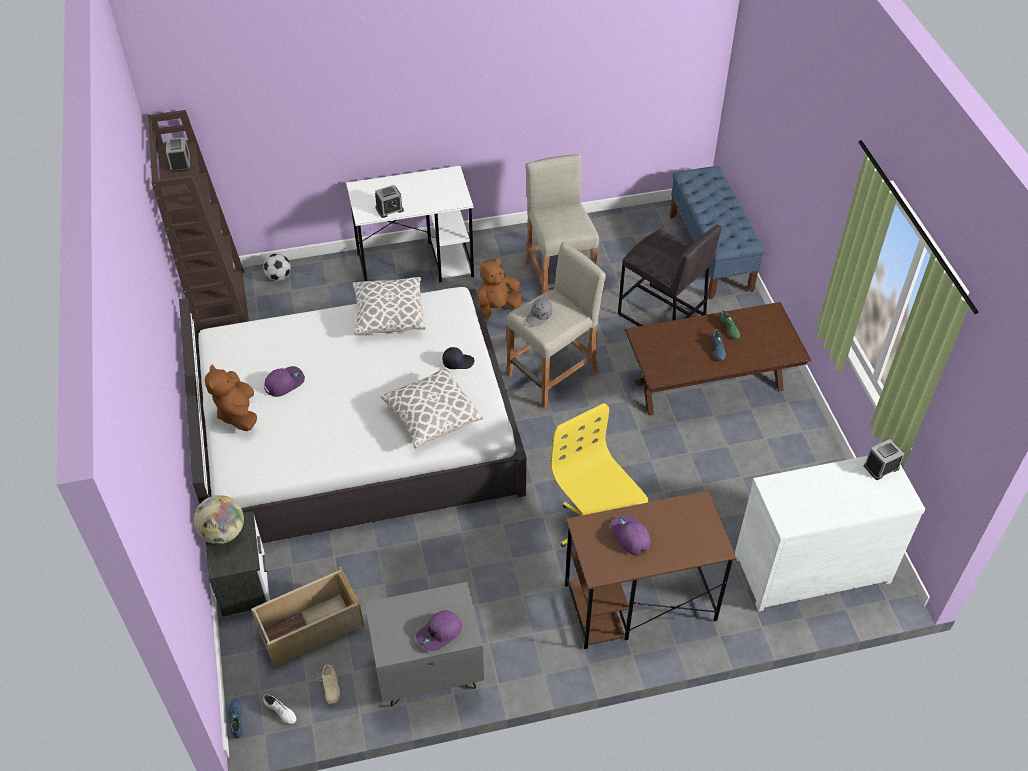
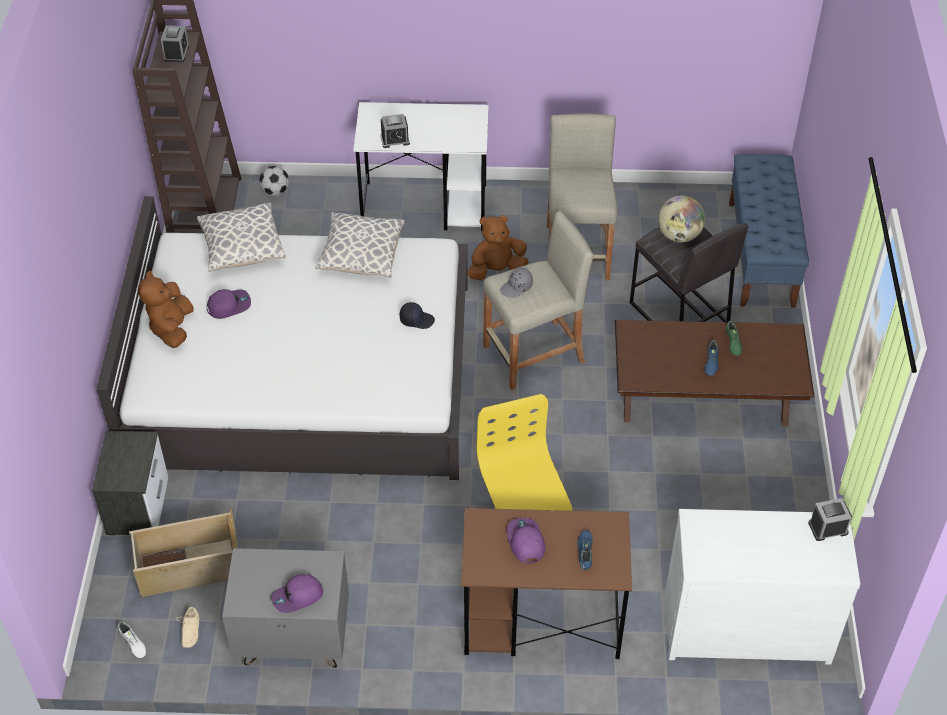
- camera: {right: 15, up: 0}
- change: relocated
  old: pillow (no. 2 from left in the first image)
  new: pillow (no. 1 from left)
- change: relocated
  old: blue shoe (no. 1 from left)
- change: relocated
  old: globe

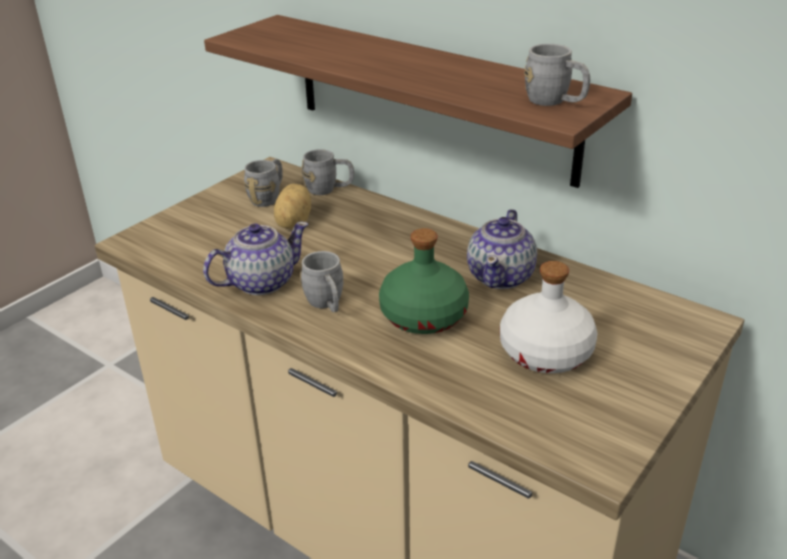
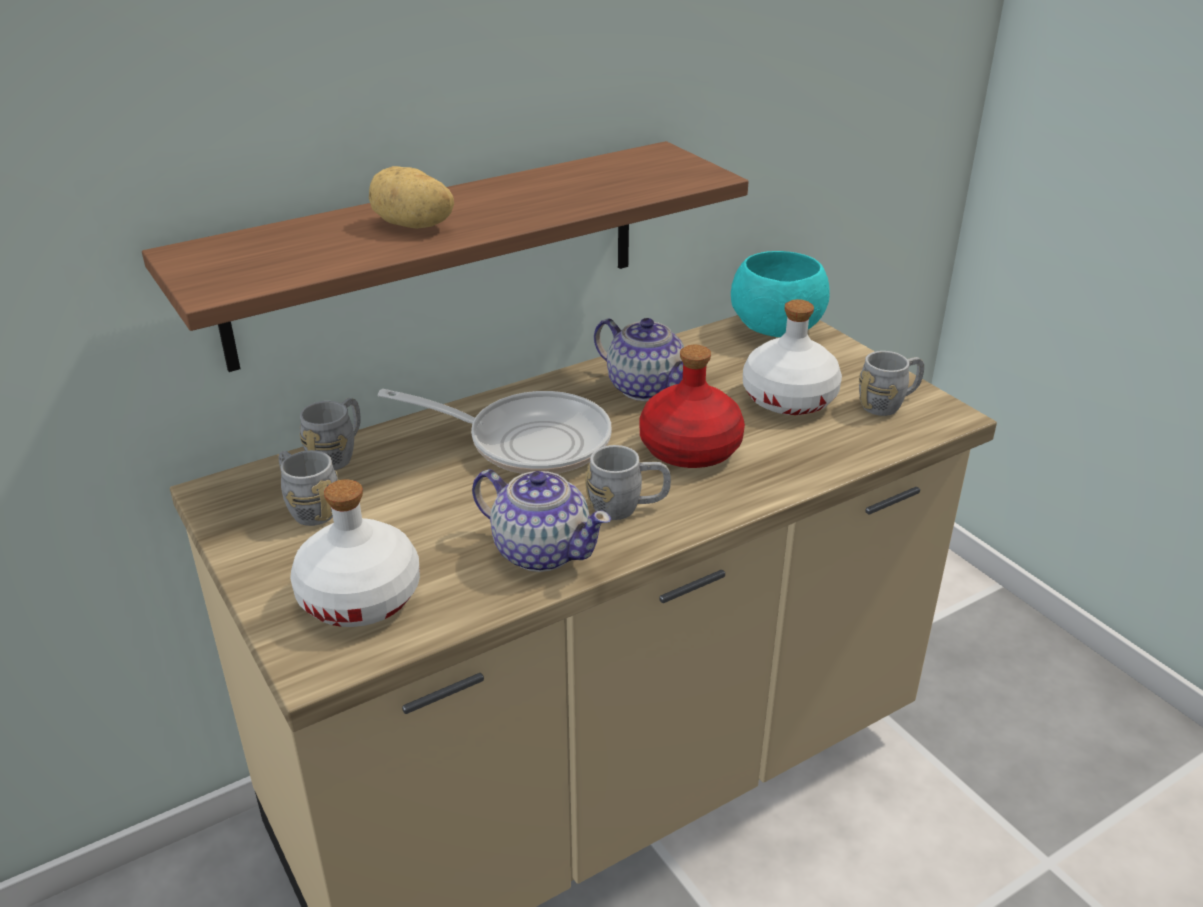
- camera: {right: -70, up: 0}
- change: appeared
  new: white bottle (no. 1 from left)
- change: relocated
  old: potato
- change: appeared
  new: frying pan
- change: spun
  old: teapot (no. 1 from left)
  degrees: 135
- change: colour
  old: green bottle
  new: red bottle
- change: appeared
  new: turquoise bowl
- change: relocated
  old: grey mug (no. 4 from left)

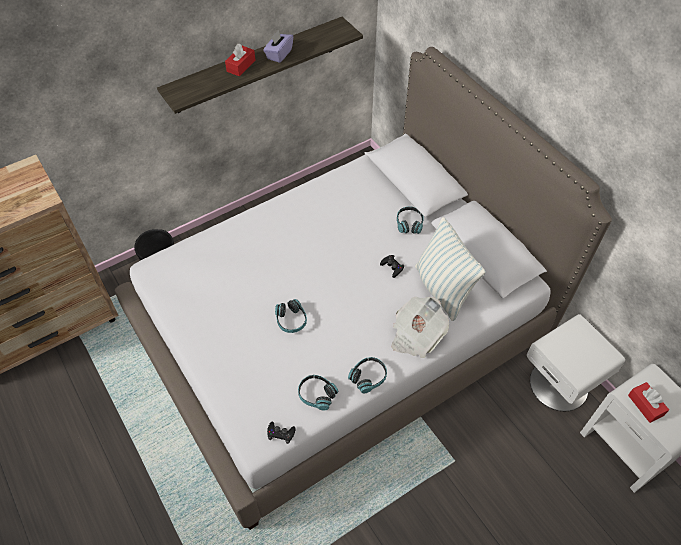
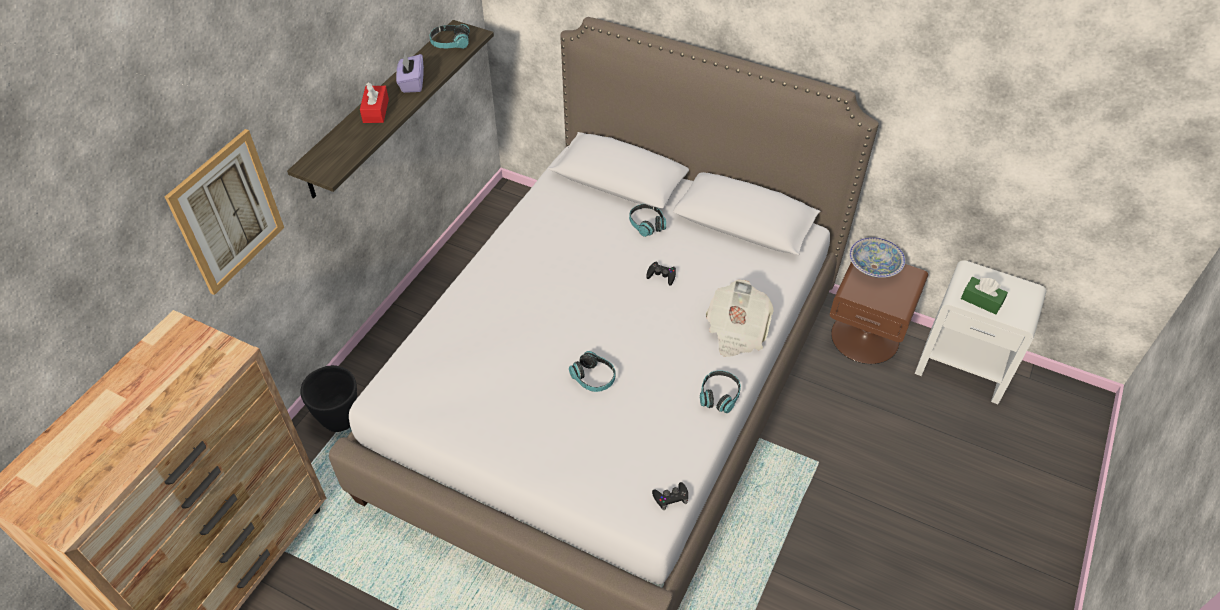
- camera: {right: -30, up: -5}
- change: appeared
  new: picture
- change: relocated
  old: headphones (no. 2 from left in the first image)
  new: headphones (no. 1 from left)
- change: colour
  old: white nightstand (no. 1 from left)
  new: brown nightstand
- change: appeared
  new: bowl
- change: colour
  old: red tissue box (no. 2 from left)
  new: green tissue box
- change: missing
  old: pillow

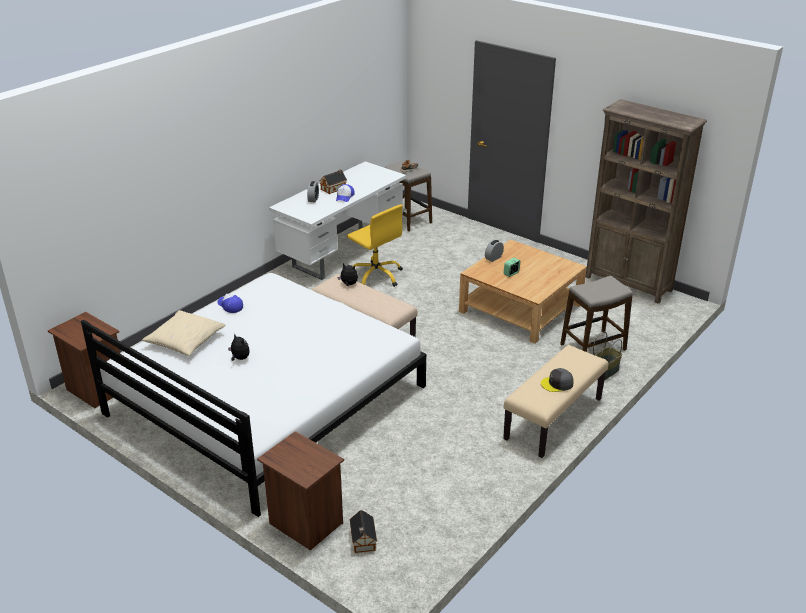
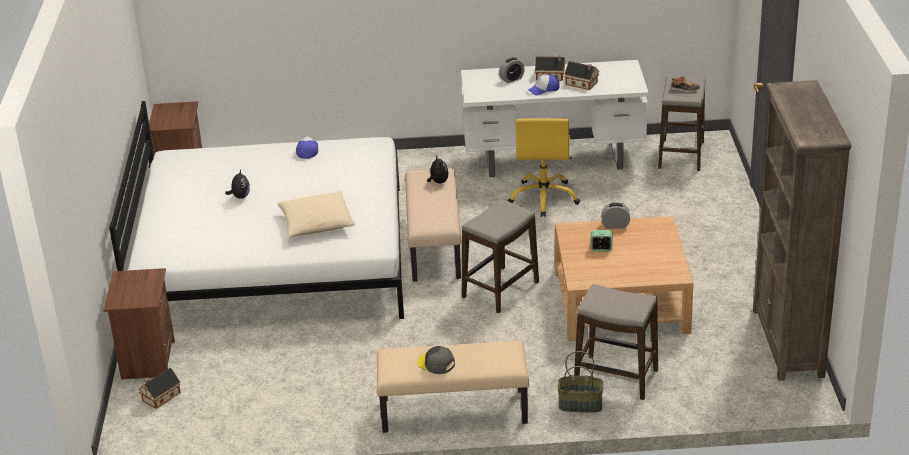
- camera: {right: 50, up: 0}
- change: relocated
  old: beige pillow
- change: appeared
  new: stool (no. 1 from left)
- change: appeared
  new: toy house (no. 3 from left)

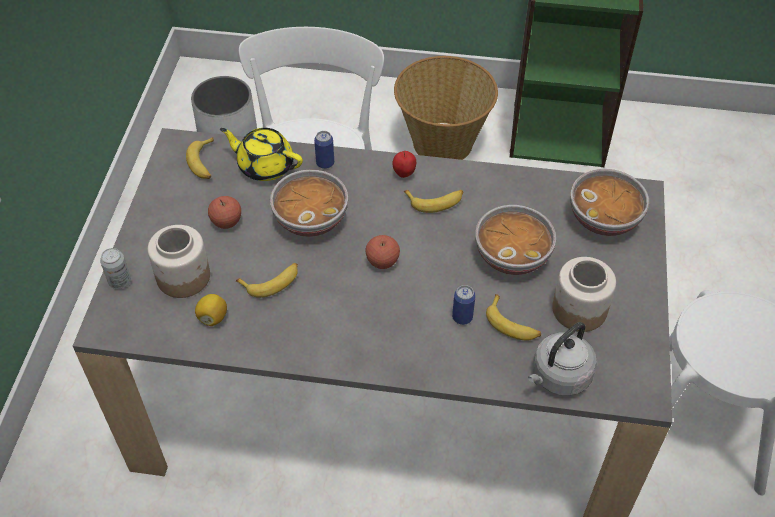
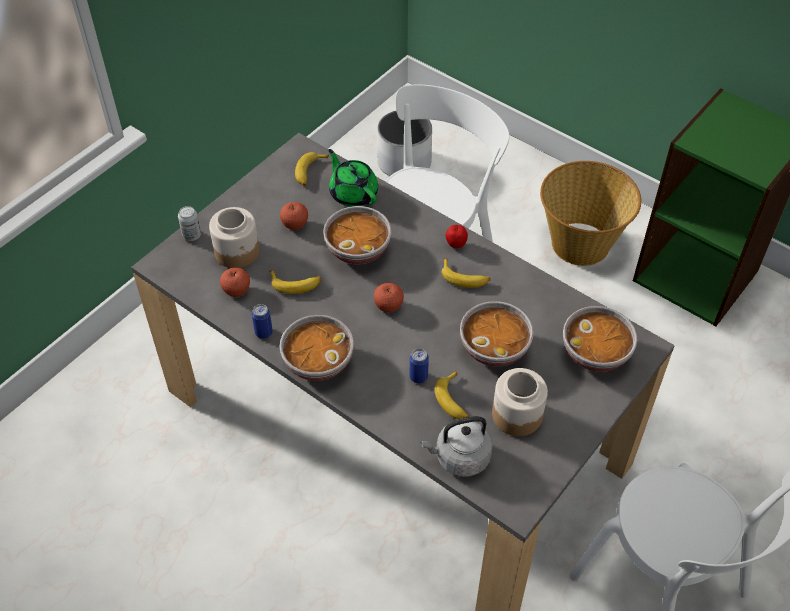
- camera: {right: 30, up: 0}
- change: exchanged
  old: lemon
  new: apple (no. 1 from left)
- change: relocated
  old: can (no. 2 from left)
- change: appeared
  new: bowl (no. 1 from left)
- change: colour
  old: yellow teapot
  new: green teapot

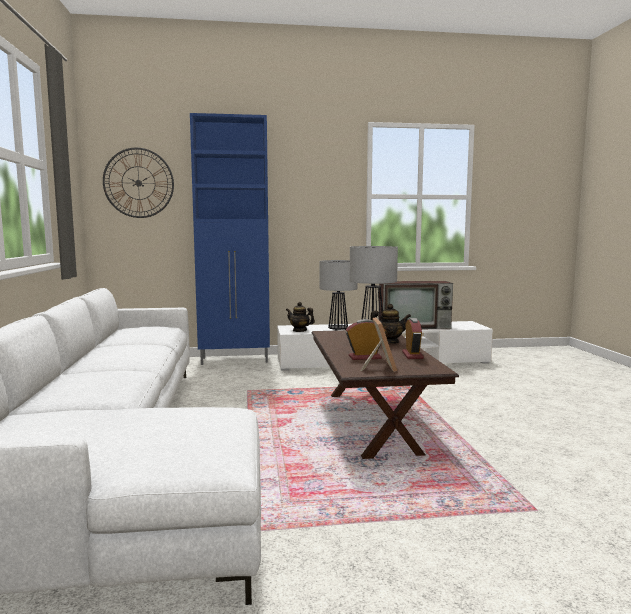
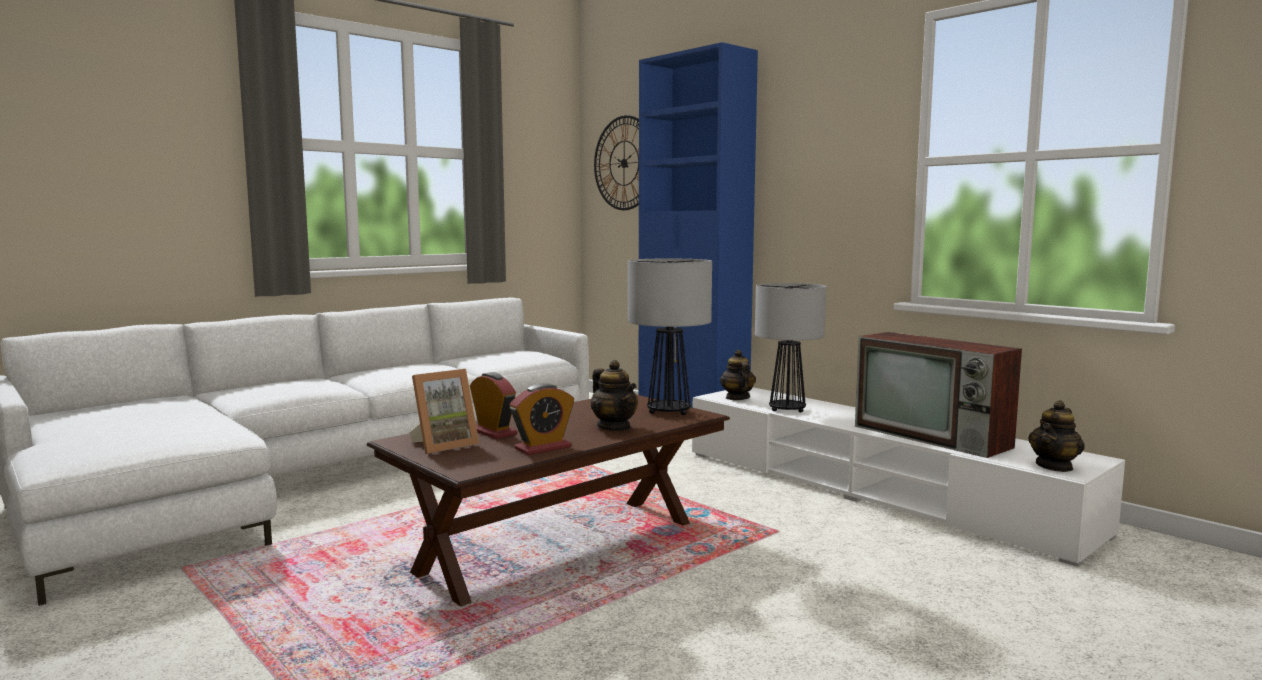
- camera: {right: 55, up: 0}
- change: appeared
  new: teapot (no. 3 from left)

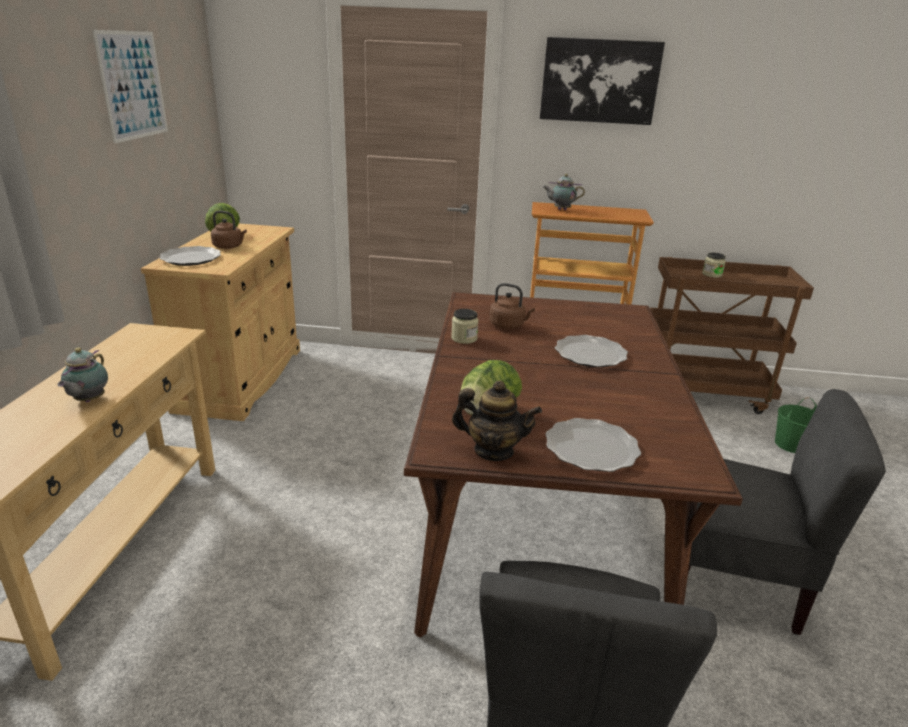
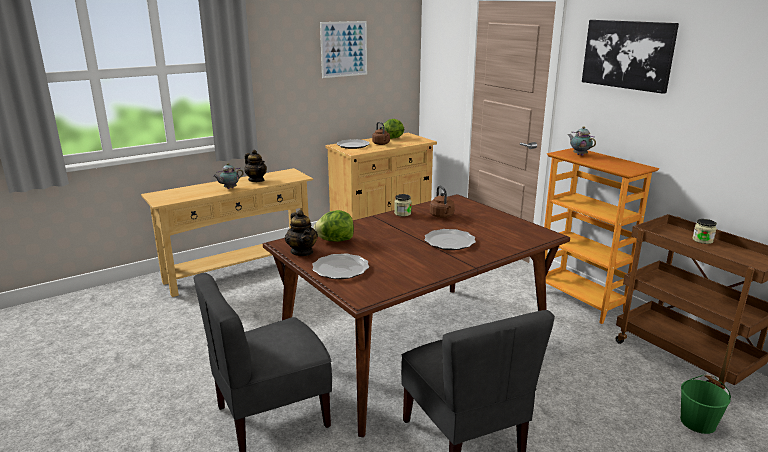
- camera: {right: 50, up: -5}
- change: appeared
  new: teapot (no. 2 from left)

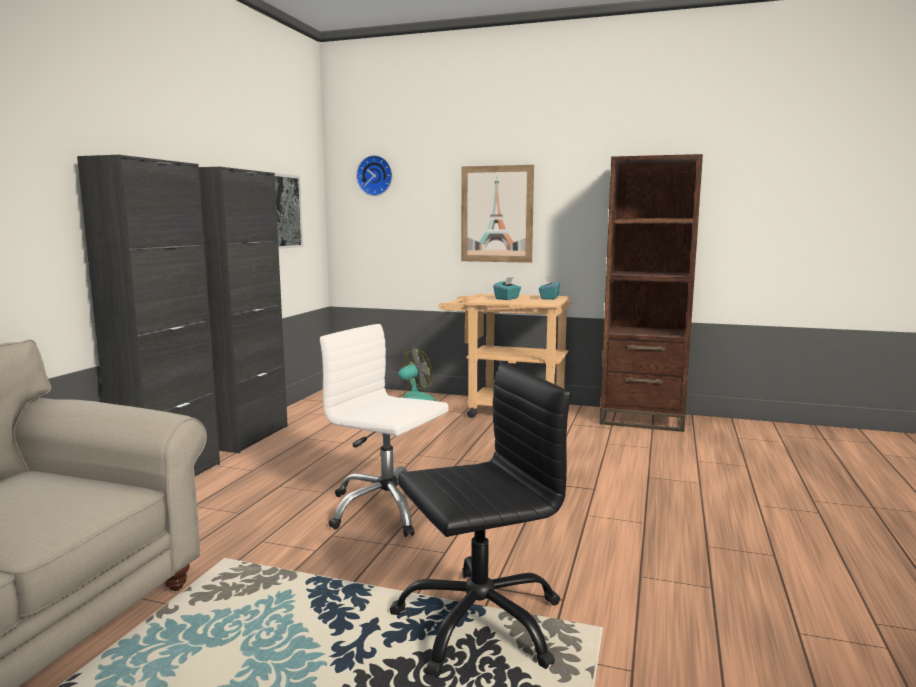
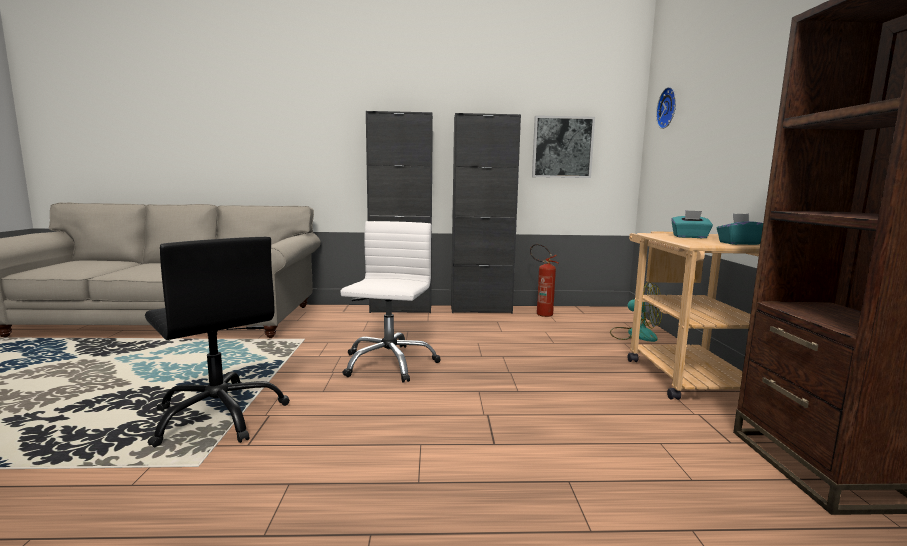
- camera: {right: 70, up: 0}
- change: appeared
  new: fire extinguisher
- change: missing
  old: picture (no. 2 from left)

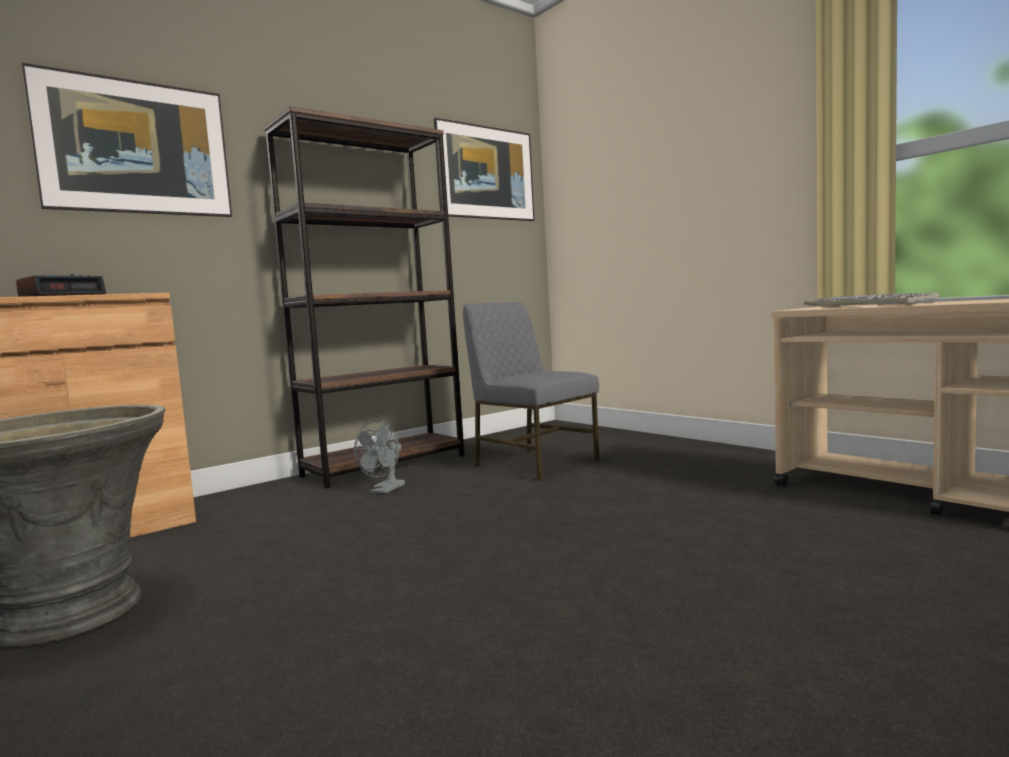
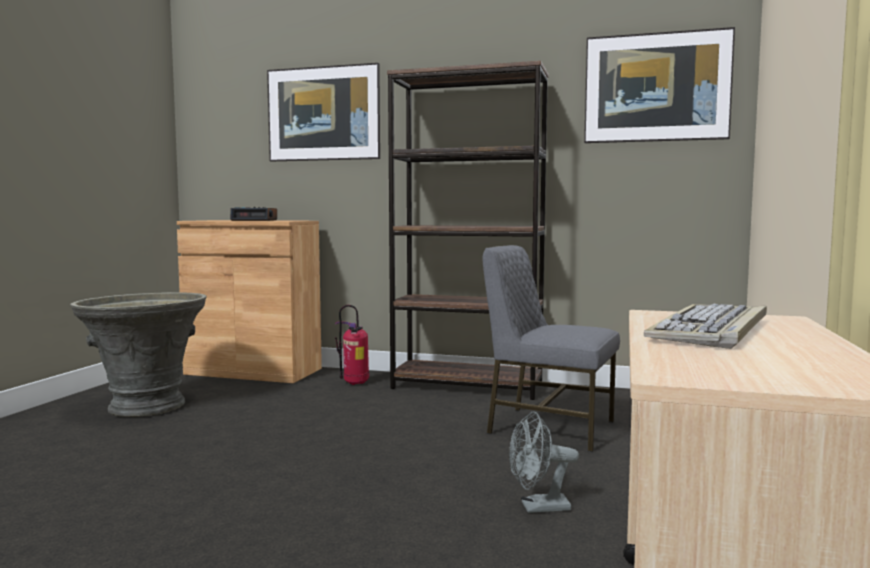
- camera: {right: 55, up: 0}
- change: appeared
  new: fire extinguisher
- change: spun
  old: grey chair
  degrees: -75
- change: relocated
  old: grey fan

